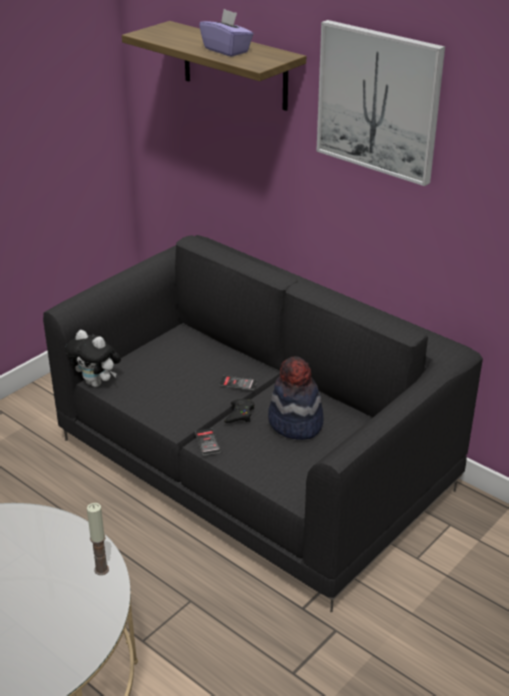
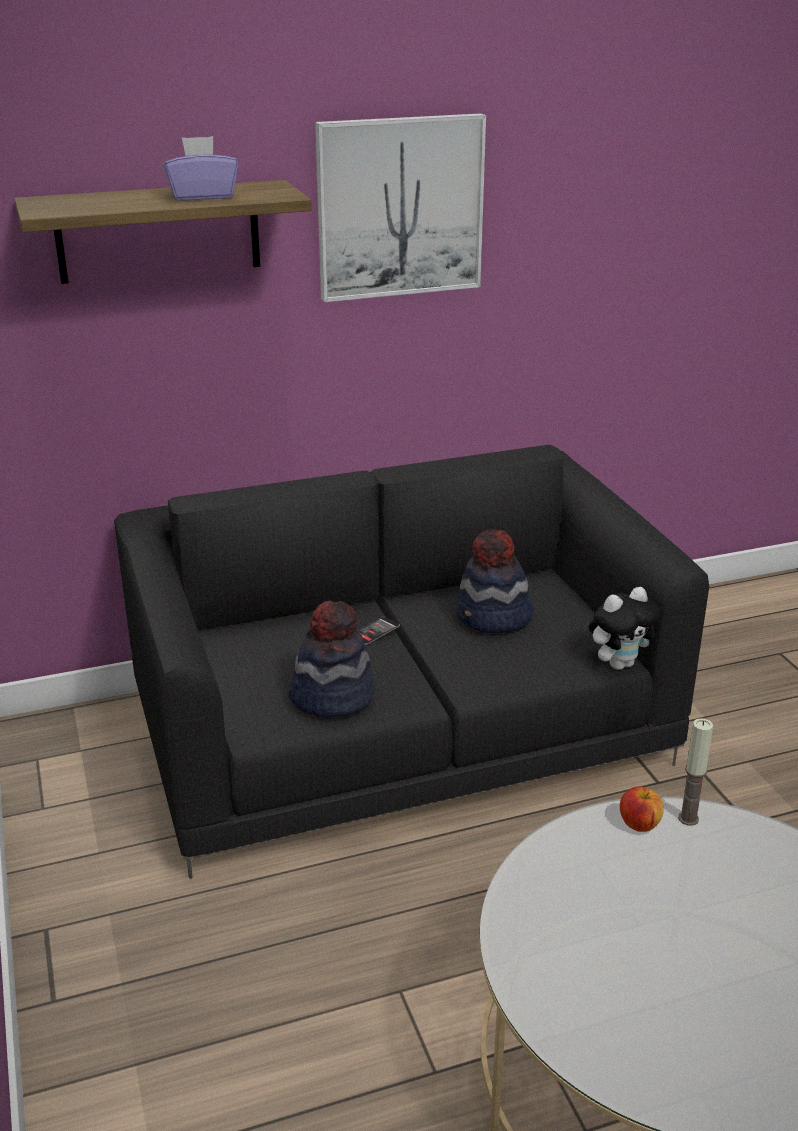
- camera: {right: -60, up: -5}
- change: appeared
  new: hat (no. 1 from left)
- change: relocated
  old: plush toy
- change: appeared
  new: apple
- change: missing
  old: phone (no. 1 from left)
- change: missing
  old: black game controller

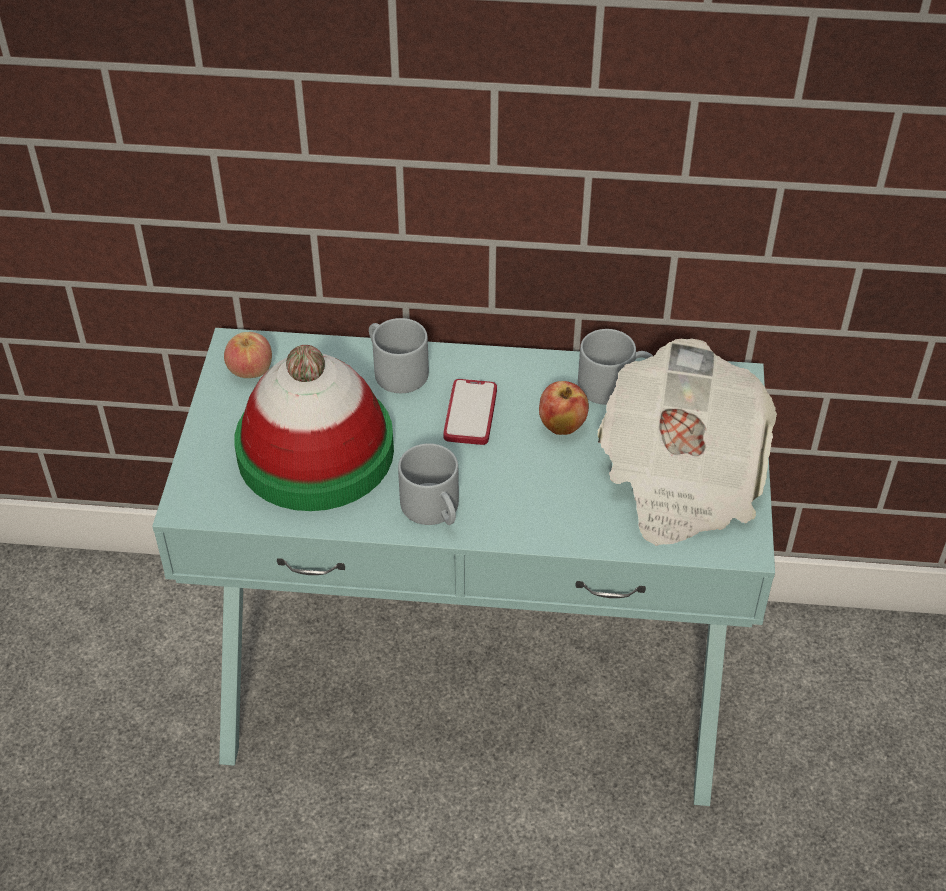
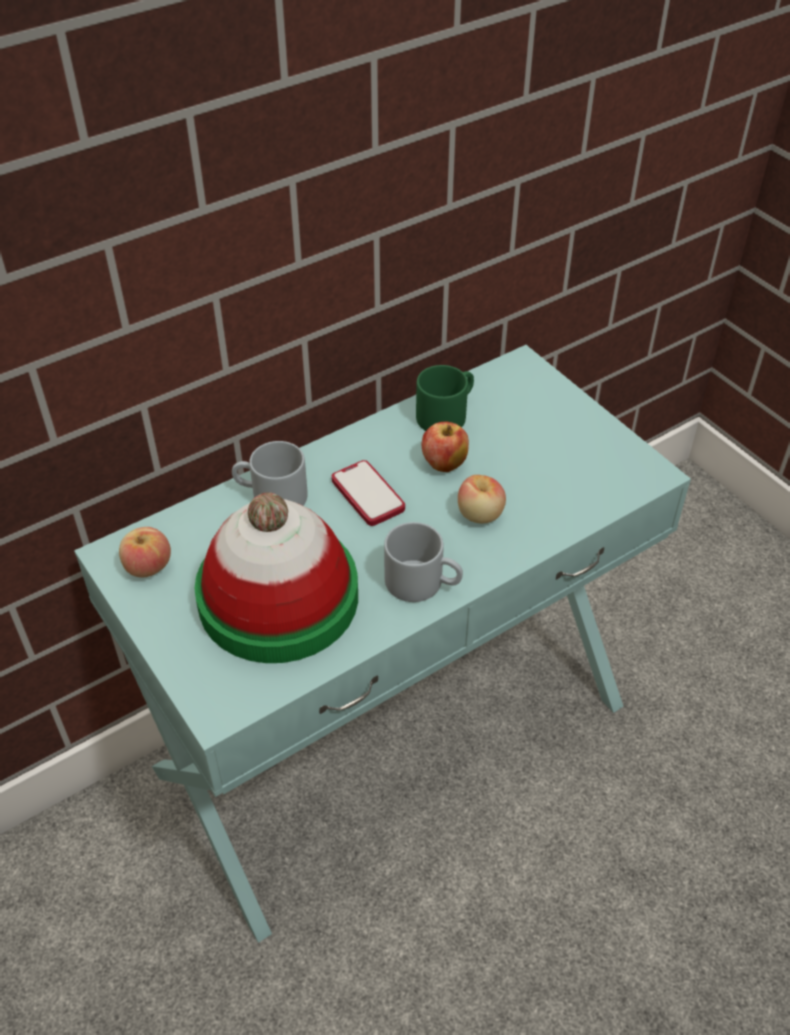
- camera: {right: -40, up: 0}
- change: colour
  old: grey mug (no. 3 from left)
  new: green mug
- change: appeared
  new: apple (no. 3 from left)
- change: missing
  old: newspaper

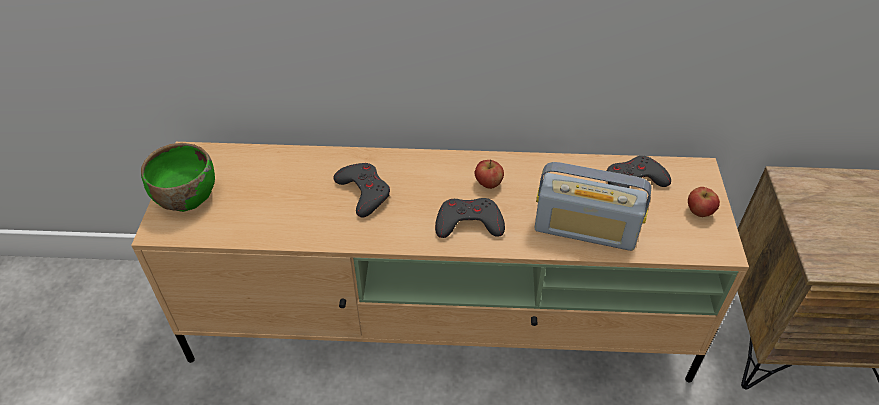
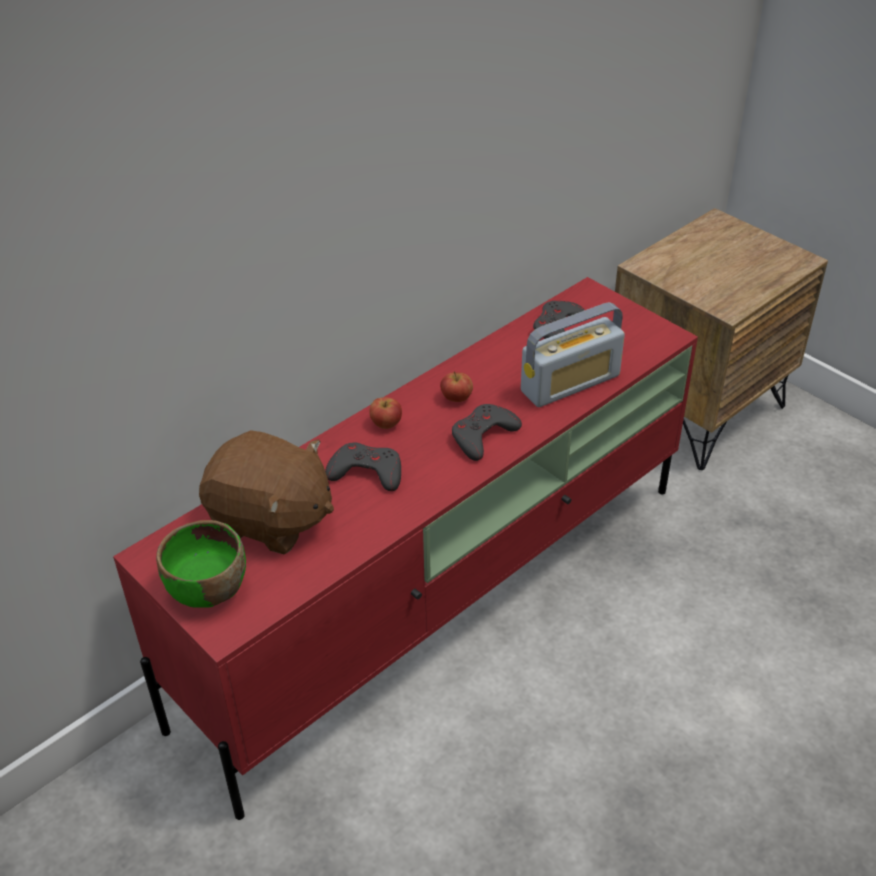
- camera: {right: -45, up: -5}
- change: colour
  old: beige tv stand
  new: red tv stand
- change: appeared
  new: brown plush toy
- change: relocated
  old: apple (no. 2 from left in the first image)
  new: apple (no. 1 from left)

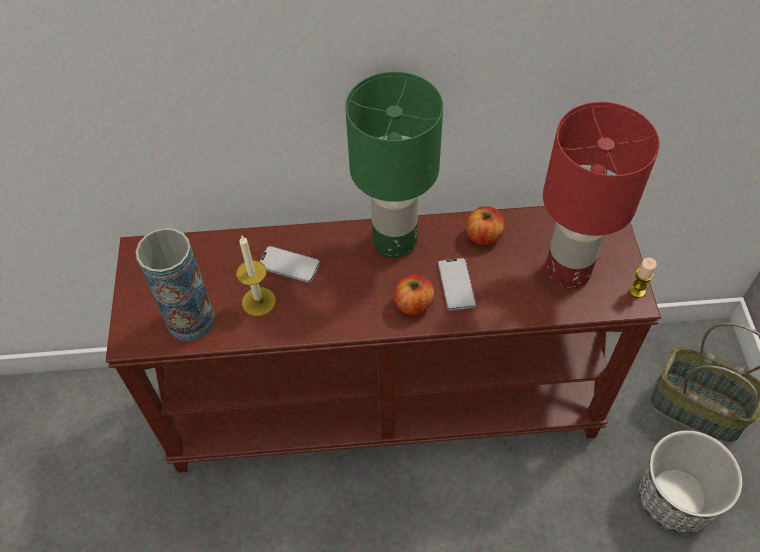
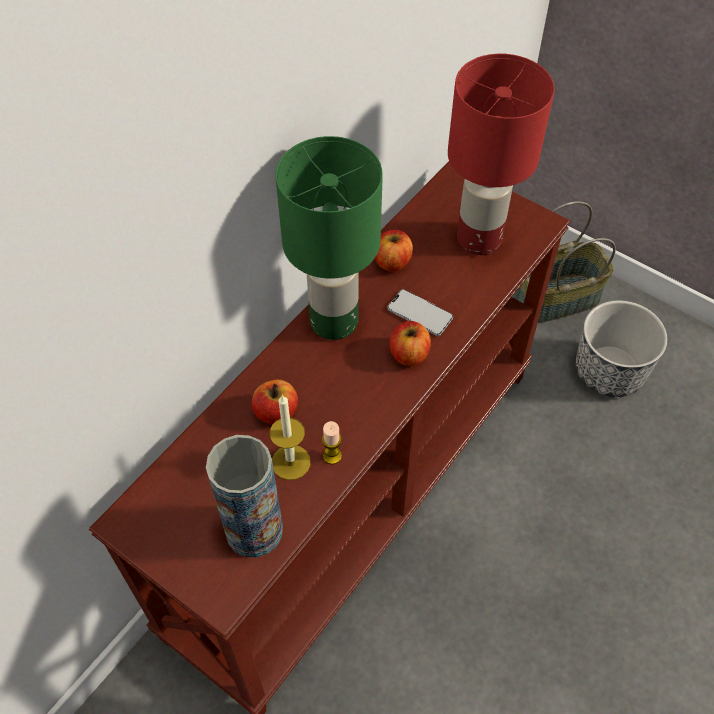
- camera: {right: -50, up: 0}
- change: exchanged
  old: phone (no. 1 from left)
  new: apple (no. 1 from left)
- change: relocated
  old: candle (no. 2 from left)

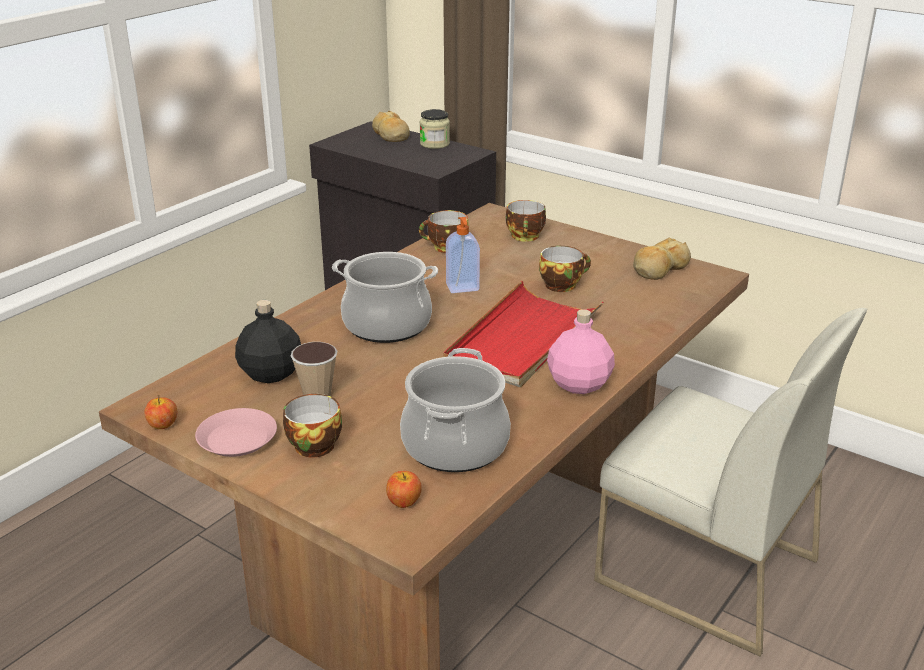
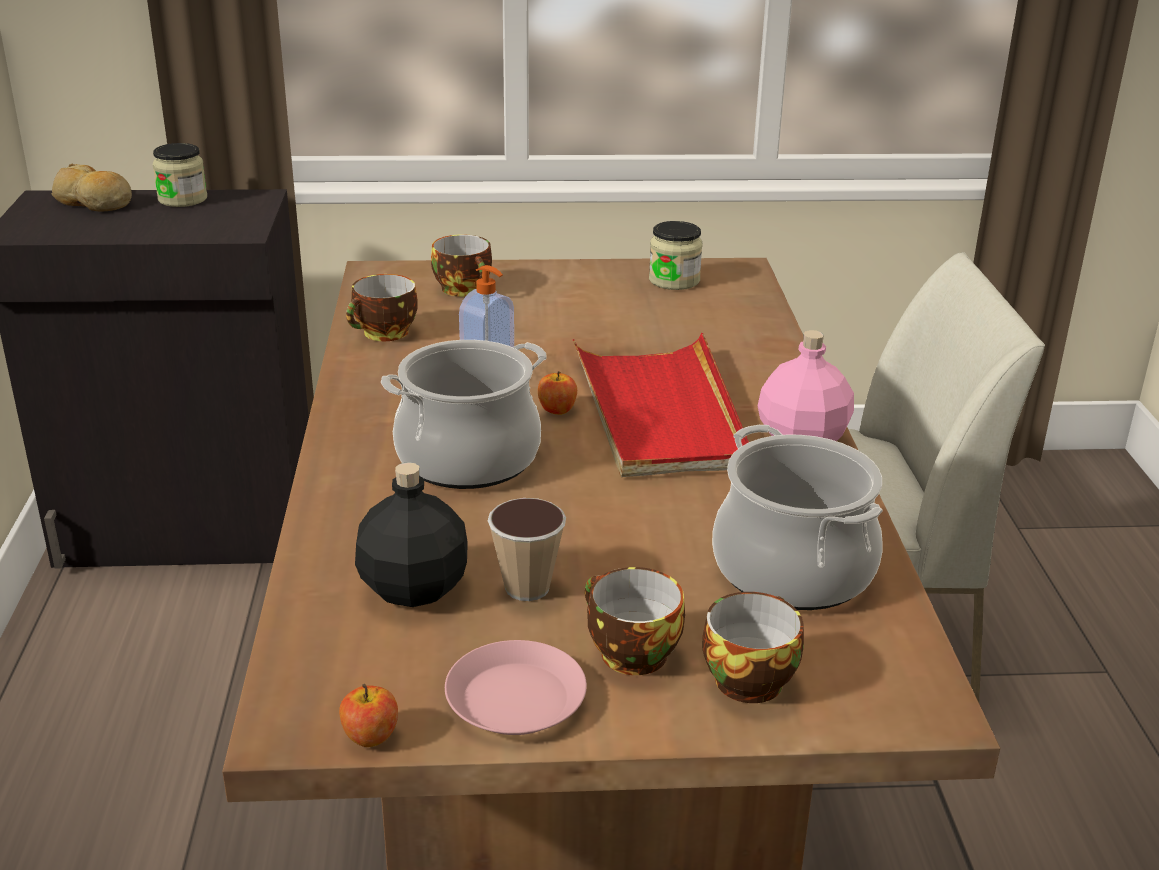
- camera: {right: -40, up: 0}
- change: relocated
  old: apple (no. 2 from left)
- change: exchanged
  old: bread (no. 2 from left)
  new: jar (no. 2 from left)
- change: relocated
  old: cup (no. 5 from left)

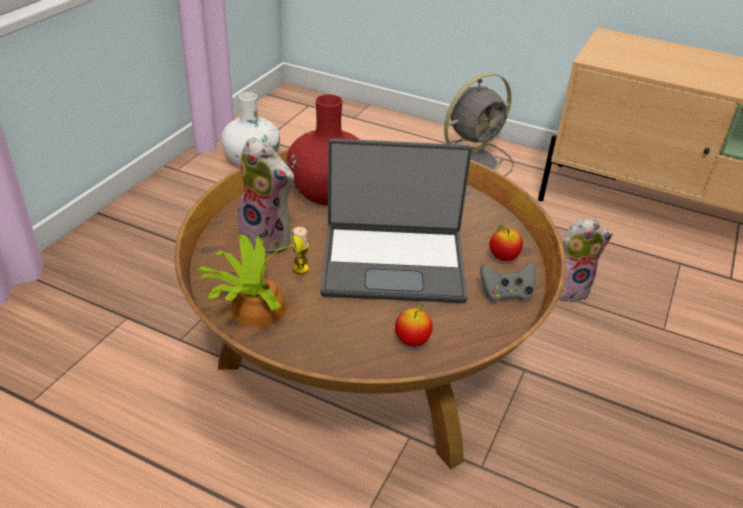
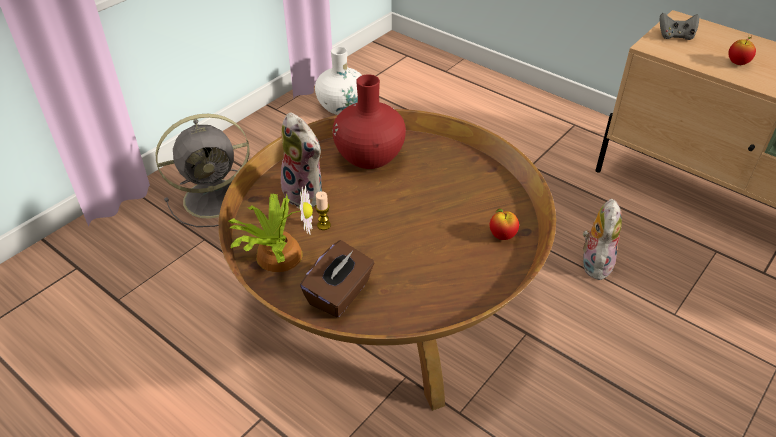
- camera: {right: 15, up: 5}
- change: relocated
  old: grey fan
- change: appeared
  new: brown tissue box
- change: spun
  old: plush toy (no. 2 from left)
  degrees: -75
- change: relocated
  old: grey game controller
- change: relocated
  old: apple (no. 1 from left in the first image)
  new: apple (no. 2 from left)
- change: missing
  old: laptop

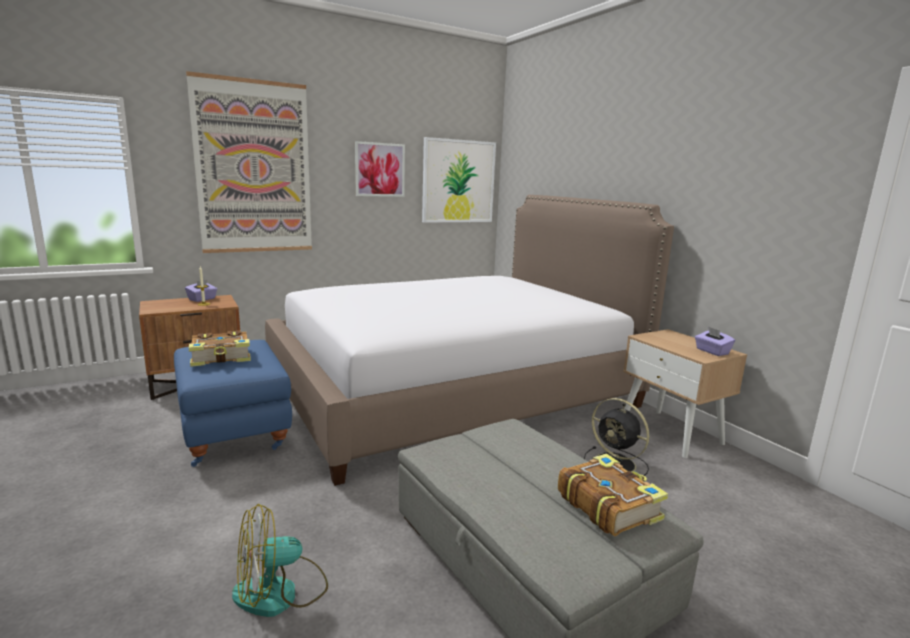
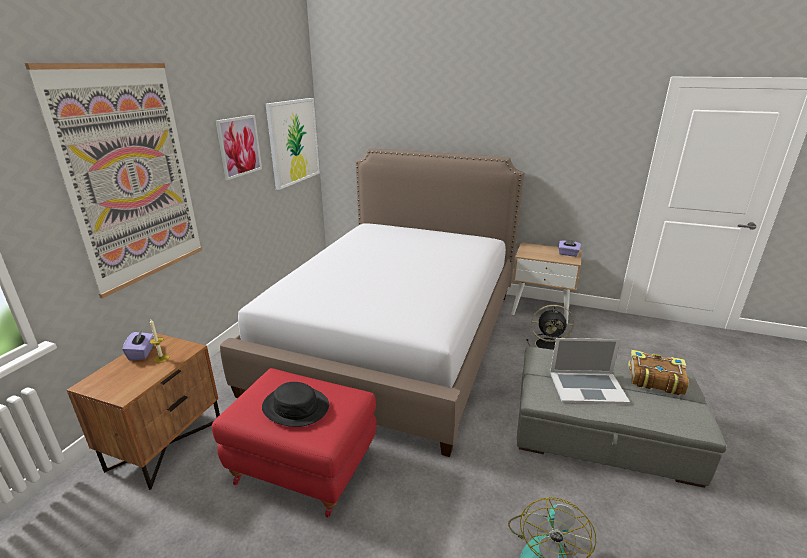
- camera: {right: -40, up: 10}
- change: colour
  old: blue ottoman
  new: red ottoman
- change: exchanged
  old: book (no. 1 from left)
  new: black hat
- change: appeared
  new: laptop

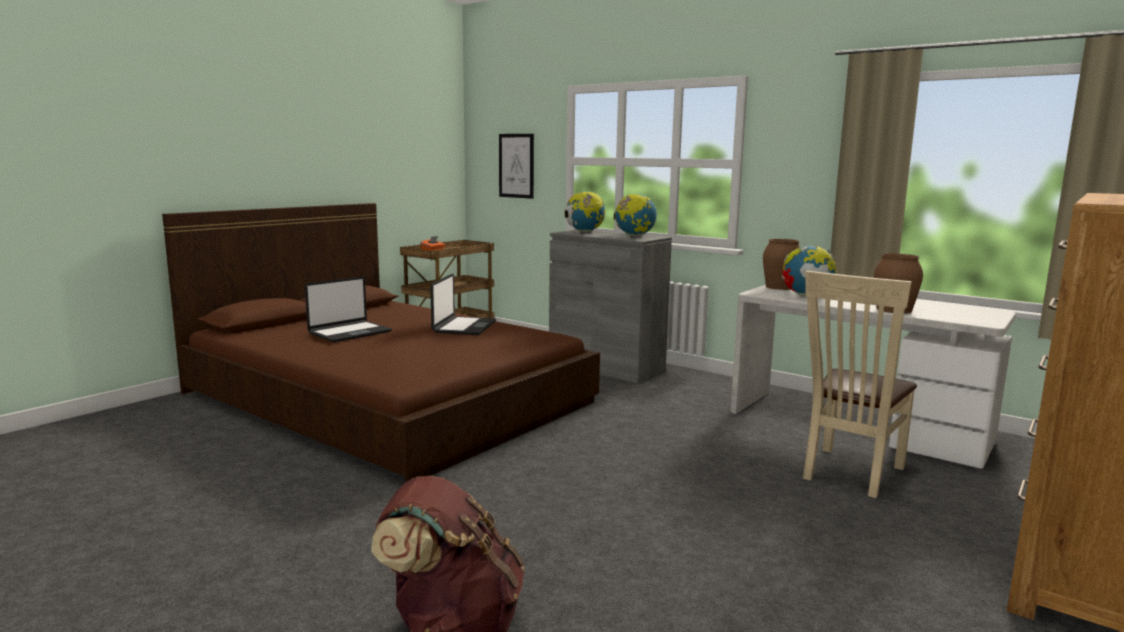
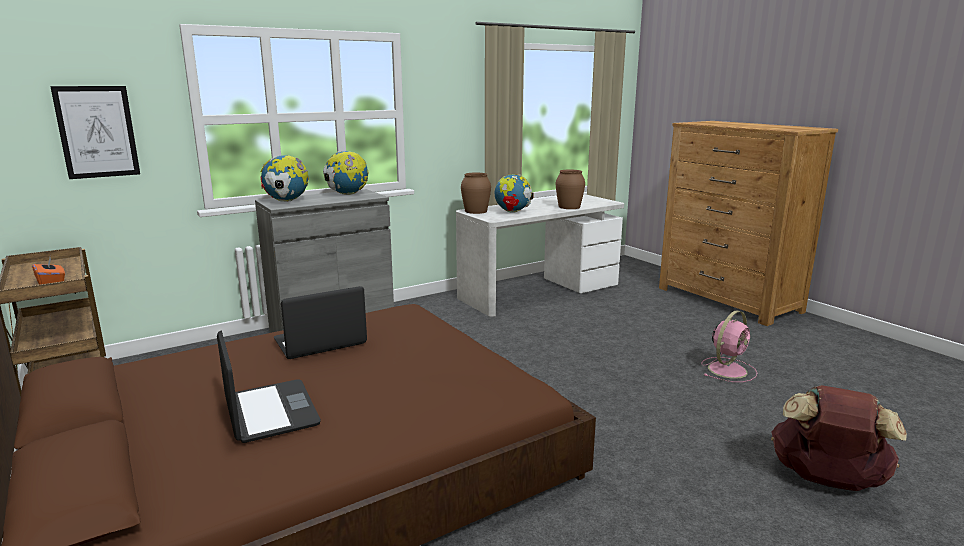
- camera: {right: -70, up: 5}
- change: spun
  old: laptop (no. 2 from left)
  degrees: -60
- change: appeared
  new: pink fan
- change: missing
  old: beige chair

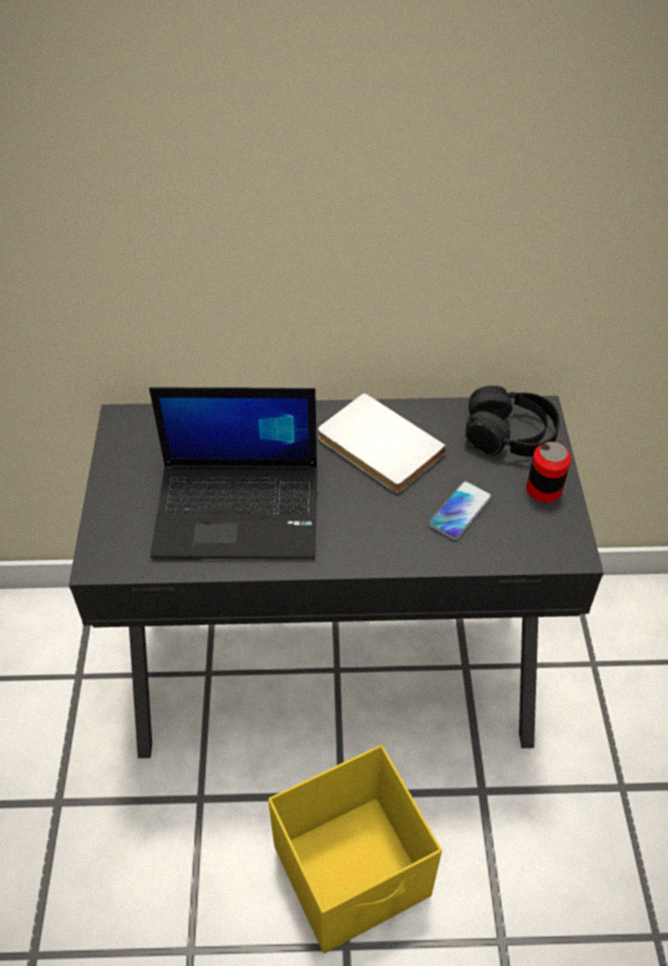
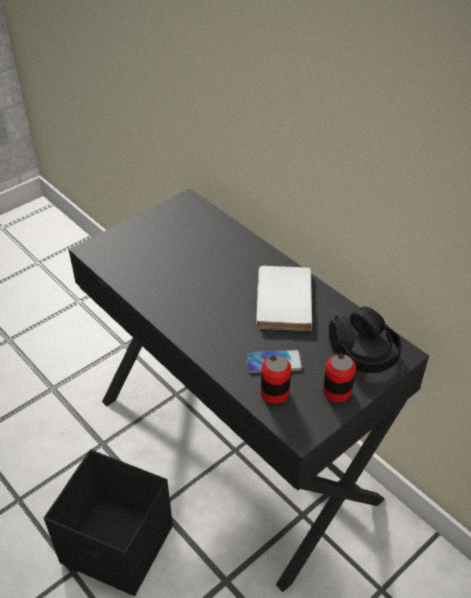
- camera: {right: 50, up: -5}
- change: colour
  old: yellow storage box
  new: black storage box
- change: appeared
  new: can (no. 1 from left)
- change: missing
  old: laptop

